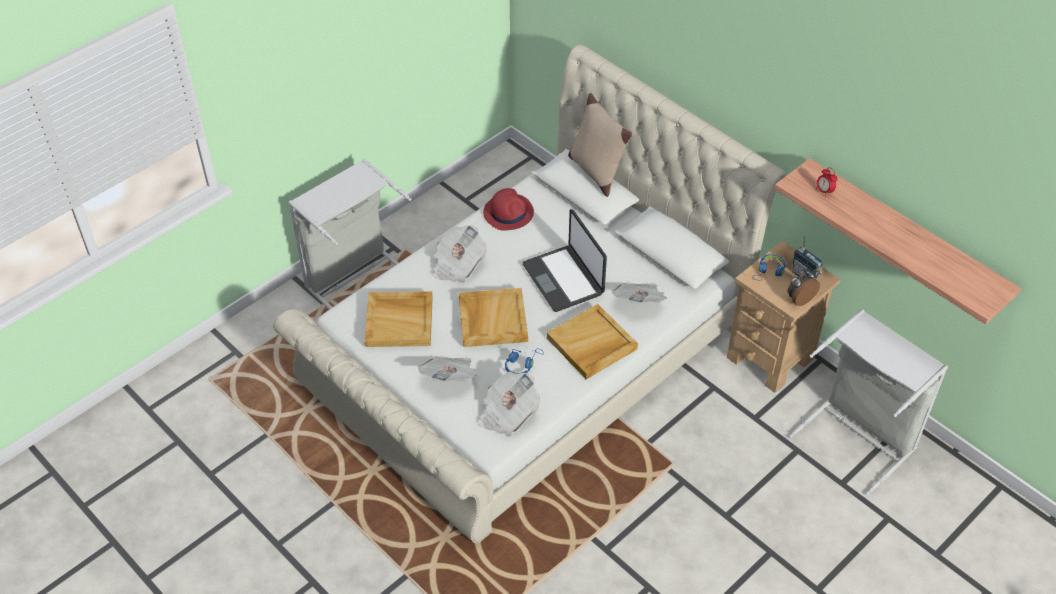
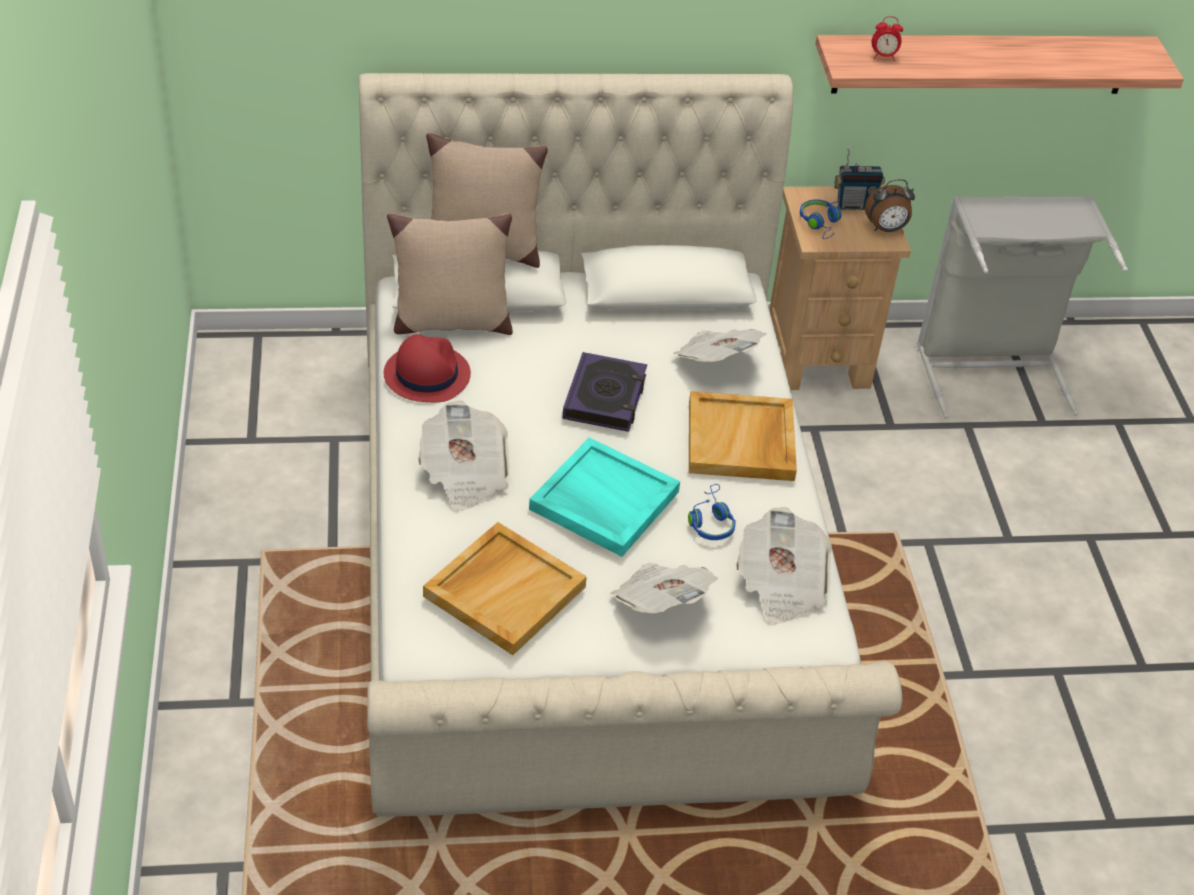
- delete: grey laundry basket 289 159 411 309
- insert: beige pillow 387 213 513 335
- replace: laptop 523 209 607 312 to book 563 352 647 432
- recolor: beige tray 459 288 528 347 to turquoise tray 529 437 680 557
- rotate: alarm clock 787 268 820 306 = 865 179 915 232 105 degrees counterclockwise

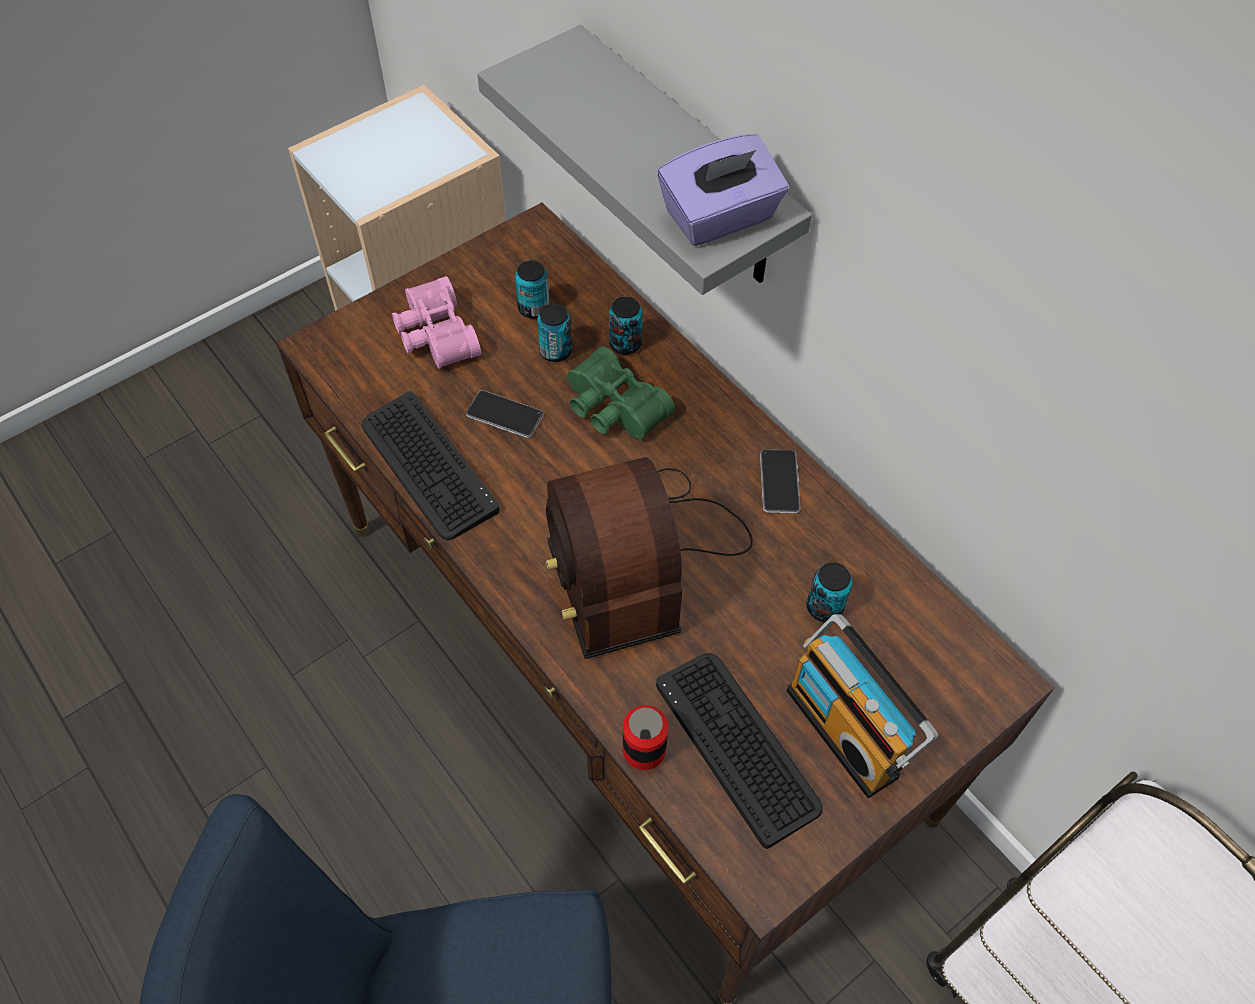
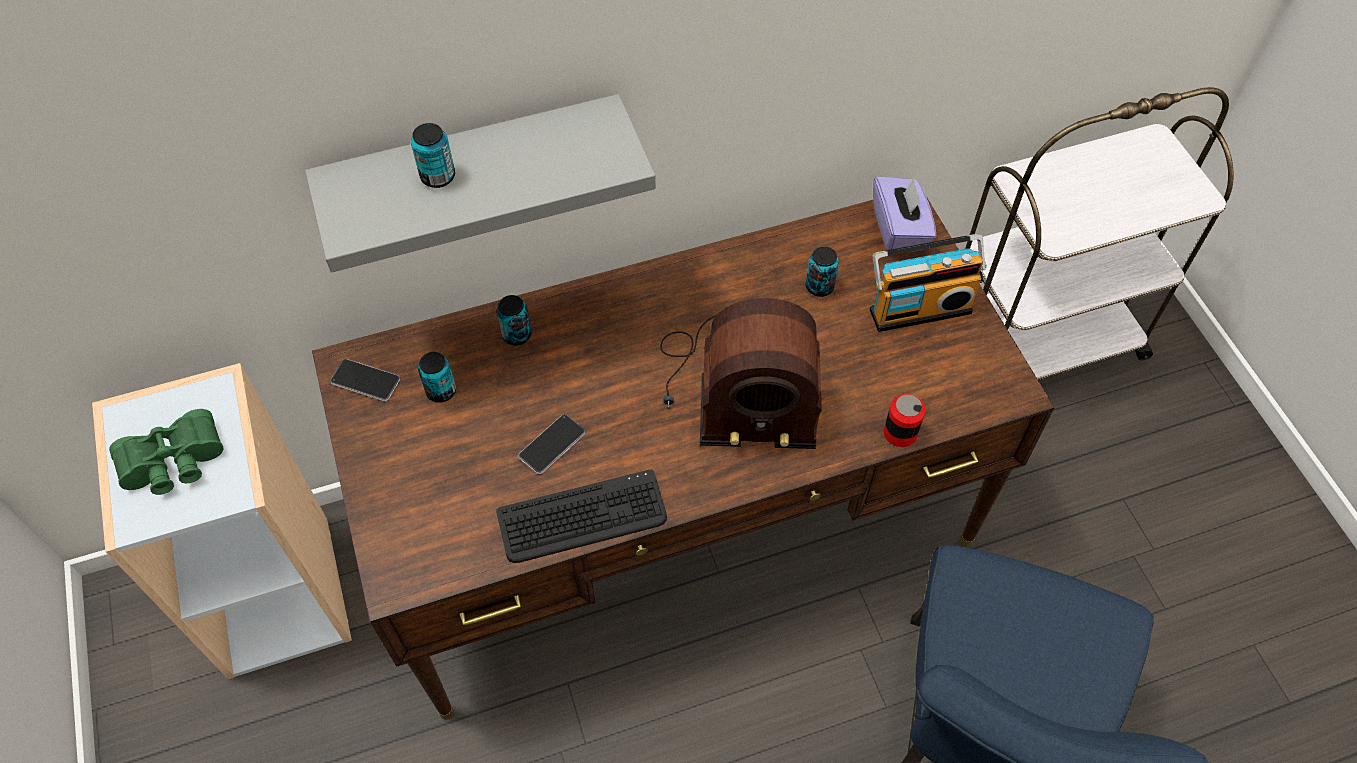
- delete: pink binoculars 392 276 481 369
- delete: keyboard 656 653 823 849
- move: can 537 304 572 362 to 411 123 455 188
- move: green binoculars 567 346 675 440 to 109 409 223 495
- move: purple tissue box 658 134 789 246 to 873 177 936 252
- move: phone 760 449 801 513 to 330 359 400 401

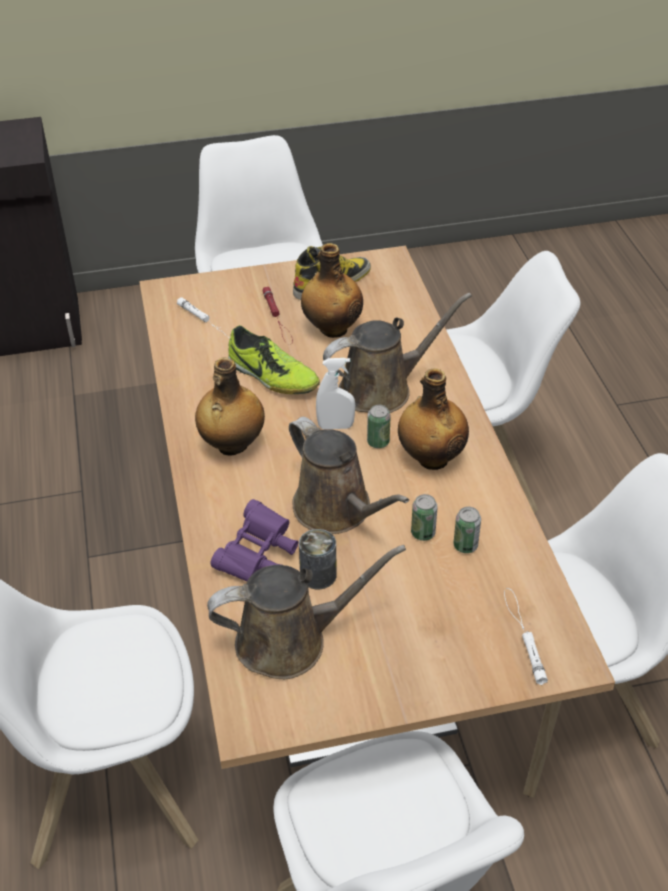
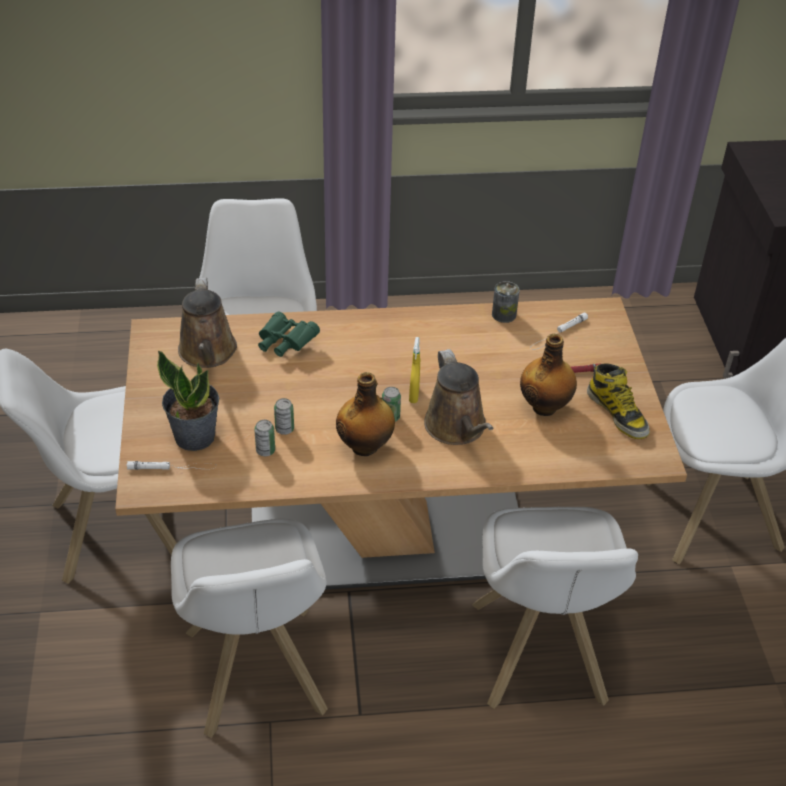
- delete: bottle 195 358 265 456
- delete: shoe 228 325 320 394
- delete: brown watering can 289 417 409 534
- insert: potted plant 157 350 219 451
- move: can 299 529 337 589 to 492 281 520 323
- recolor: purple binoculars 210 499 298 581 to green binoculars 258 312 320 357
- recolor: white spray bottle 316 358 355 429 to yellow spray bottle 409 337 420 403

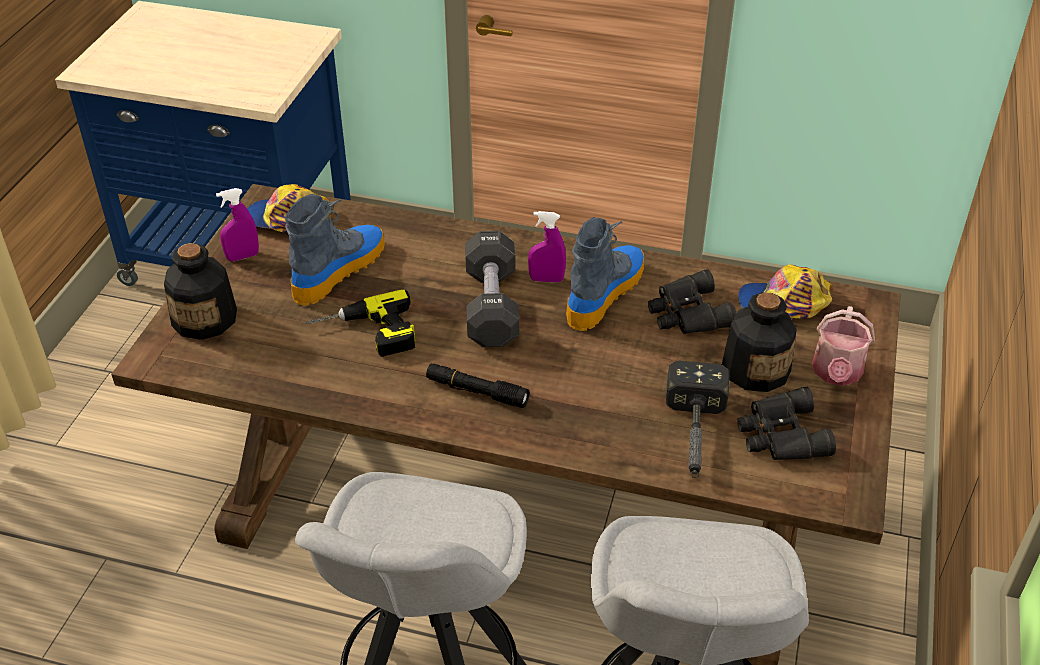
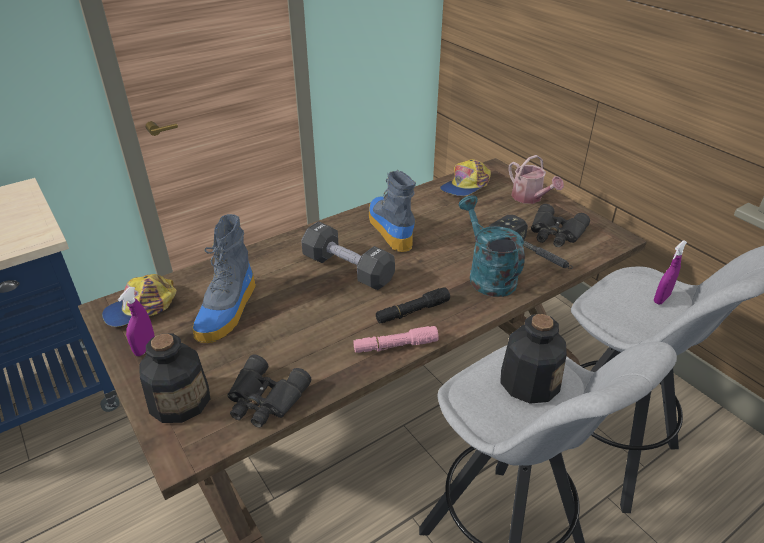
- delete: power drill 306 289 415 357
- insert: pink flashlight 353 326 439 353
- insert: turquoise watering can 458 195 525 297
- move: purple spray bottle 528 211 566 283 to 654 240 687 305
- move: black binoculars 648 269 736 334 to 228 354 311 428
- move: bottle 722 292 797 392 to 500 314 567 404
- rotate: boot 285 194 385 306 = 193 214 256 343 150 degrees counterclockwise

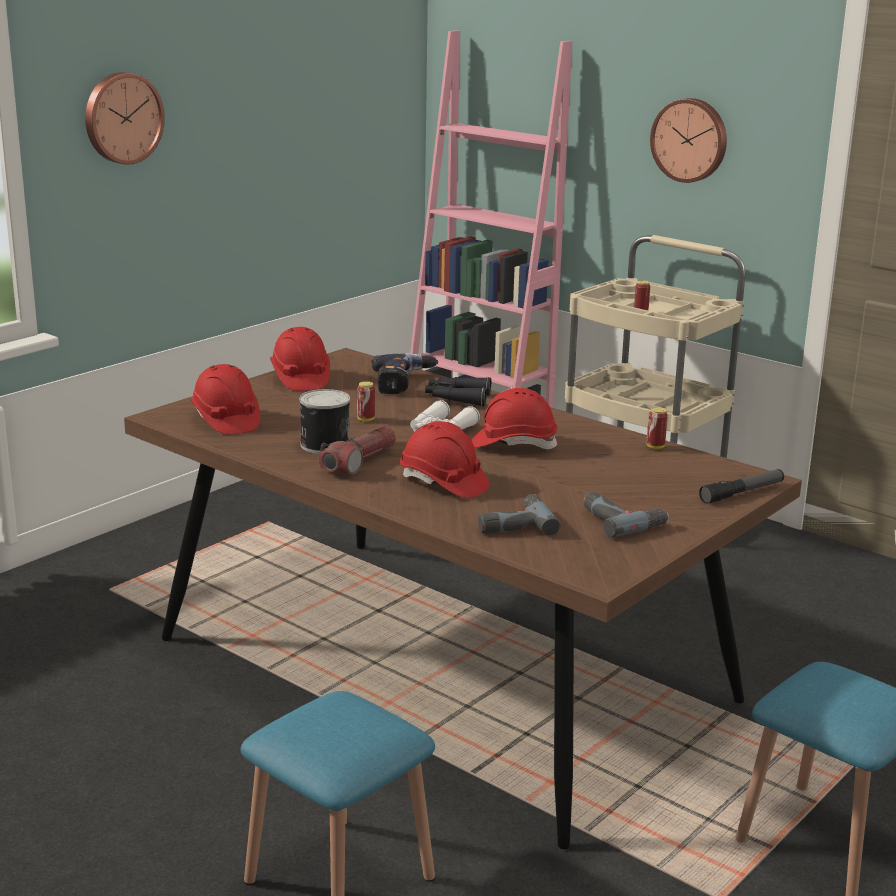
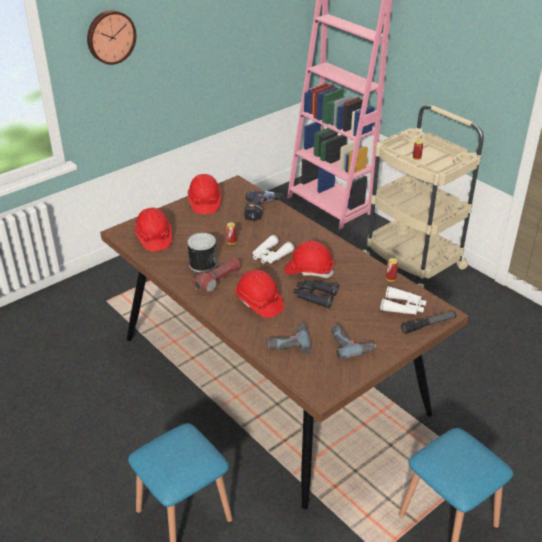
- delete: wall clock 650 98 727 183
- insert: white binoculars 380 286 426 315
- move: black binoculars 425 377 491 407 to 293 280 339 308

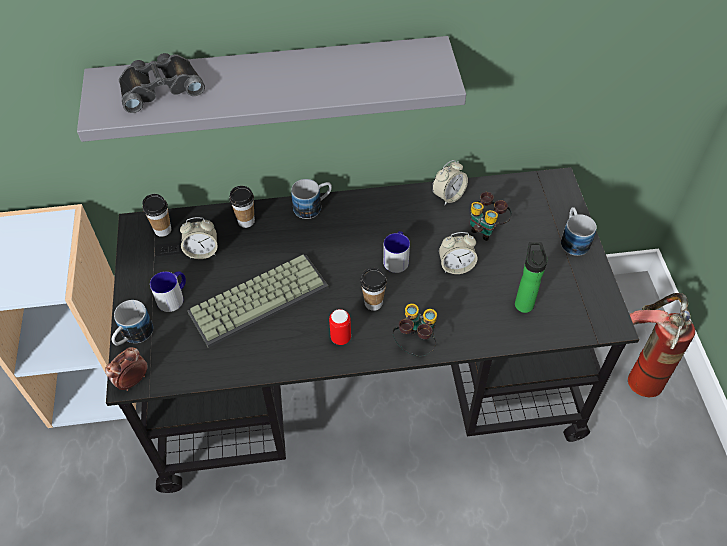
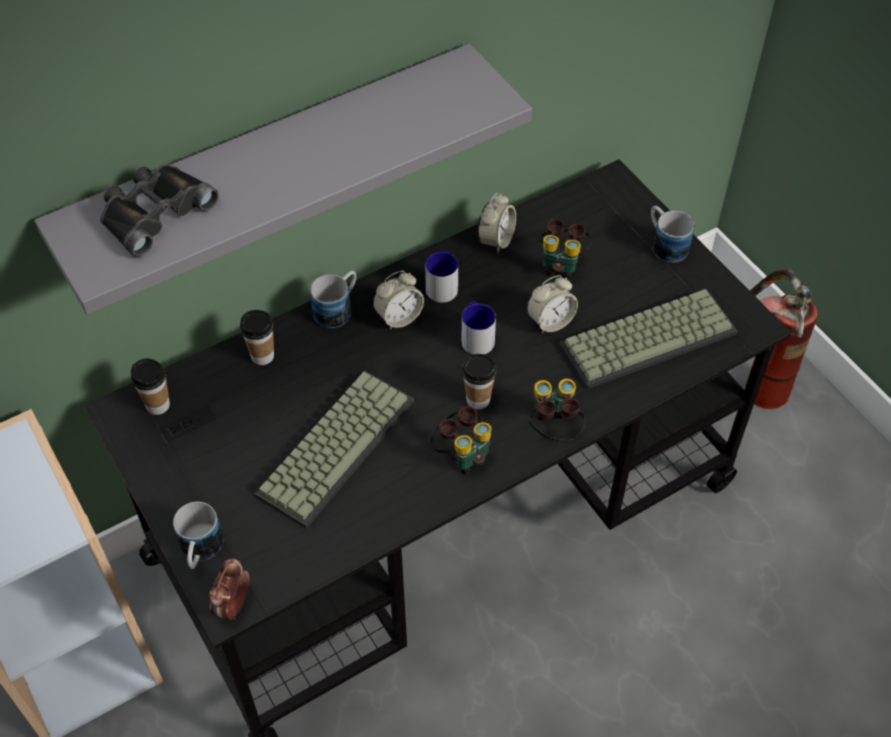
- move: mug 150 271 186 312 to 425 250 458 303
- move: alarm clock 180 217 218 259 to 373 271 424 330
- replace: can 329 309 351 345 to binoculars 430 406 492 474
- replace: bottle 515 242 547 313 to keyboard 560 289 737 389

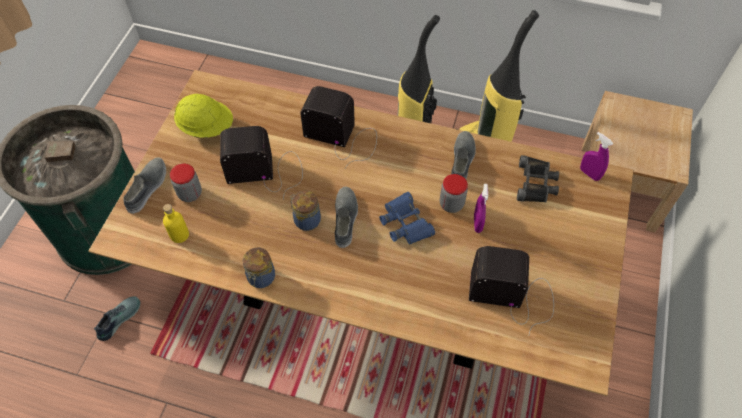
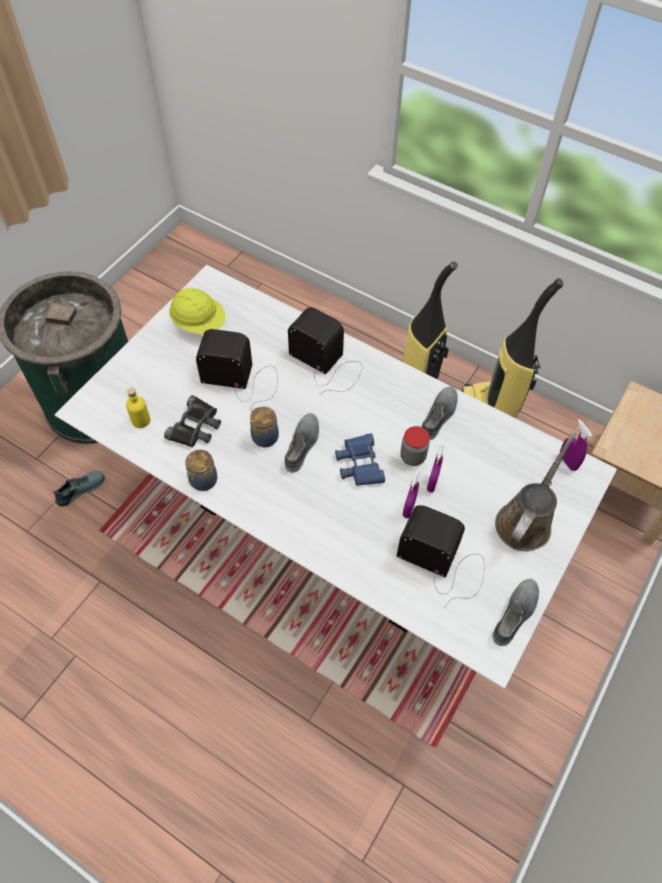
- delete: jar 170 164 202 202
- insert: purple spray bottle 403 469 420 518
- insert: brown watering can 495 432 576 551
- move: grey shoe 123 157 166 214 to 492 579 539 646
- move: black binoculars 517 155 559 203 to 164 395 221 447
- recolor: brown dining table 88 70 633 396 to white dining table 54 265 617 689

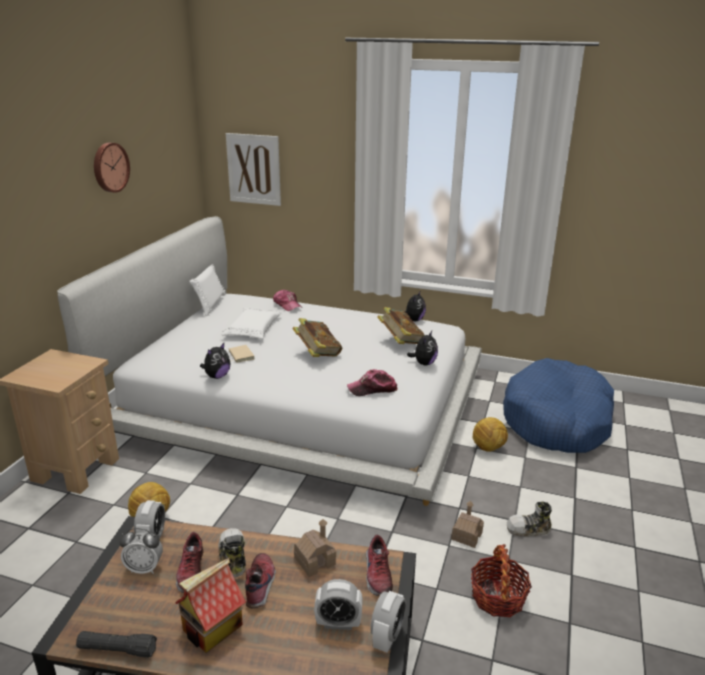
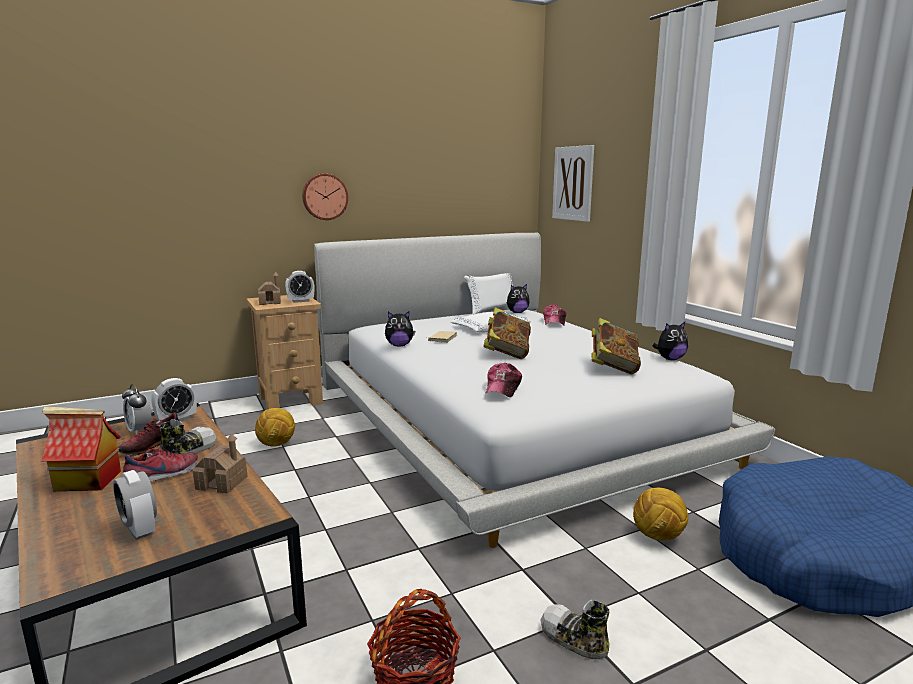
- delete: black flashlight 76 631 157 658
- delete: shoe 366 535 393 596
- move: wall clock 94 143 130 193 to 302 174 348 220
- move: alarm clock 370 591 406 653 to 285 271 314 303
- move: plush toy 407 331 438 366 to 507 284 530 313
- move: toy house 451 501 484 548 to 258 272 281 305
- rotate: cap 347 369 398 396 = 485 363 522 397 105 degrees counterclockwise

